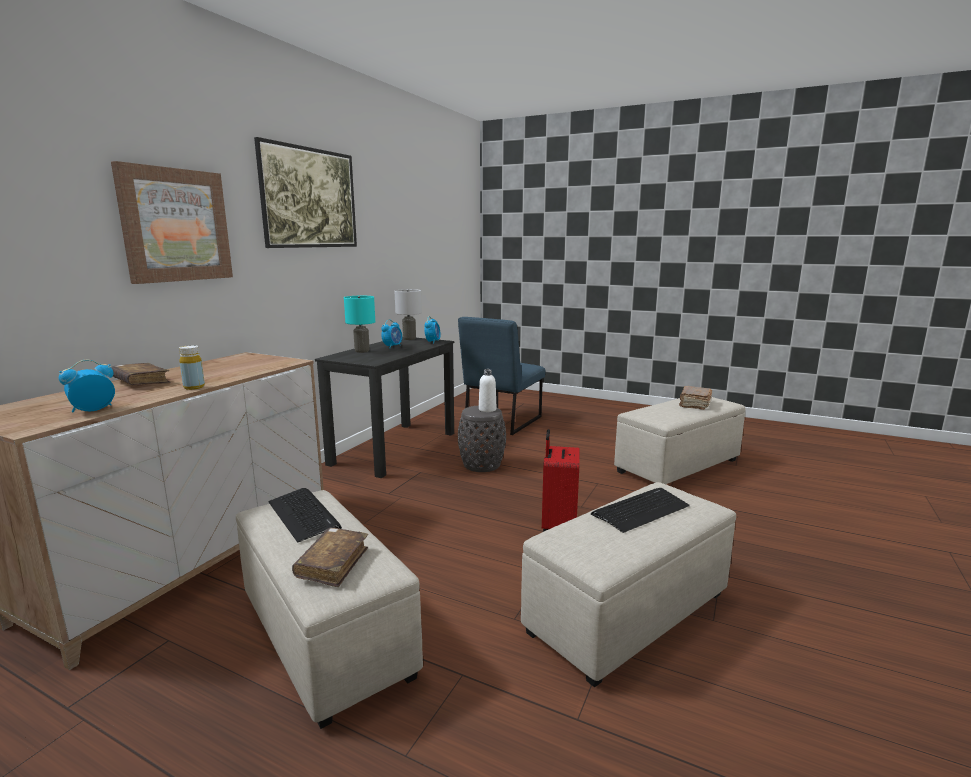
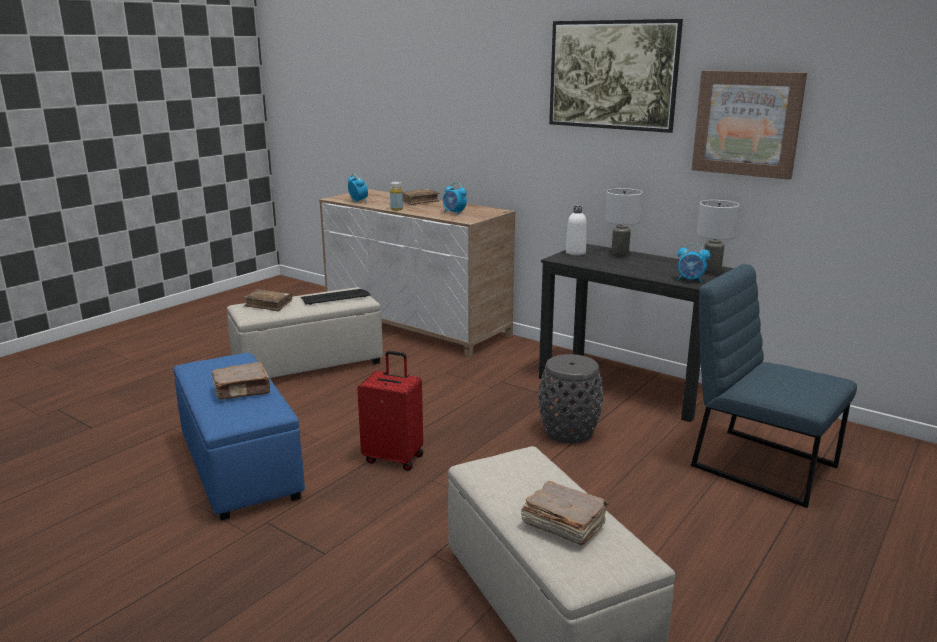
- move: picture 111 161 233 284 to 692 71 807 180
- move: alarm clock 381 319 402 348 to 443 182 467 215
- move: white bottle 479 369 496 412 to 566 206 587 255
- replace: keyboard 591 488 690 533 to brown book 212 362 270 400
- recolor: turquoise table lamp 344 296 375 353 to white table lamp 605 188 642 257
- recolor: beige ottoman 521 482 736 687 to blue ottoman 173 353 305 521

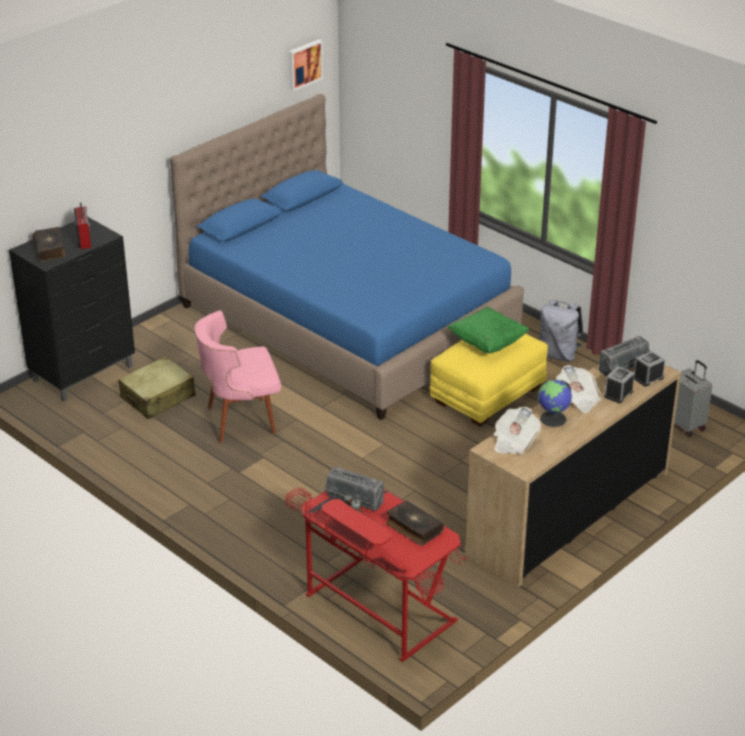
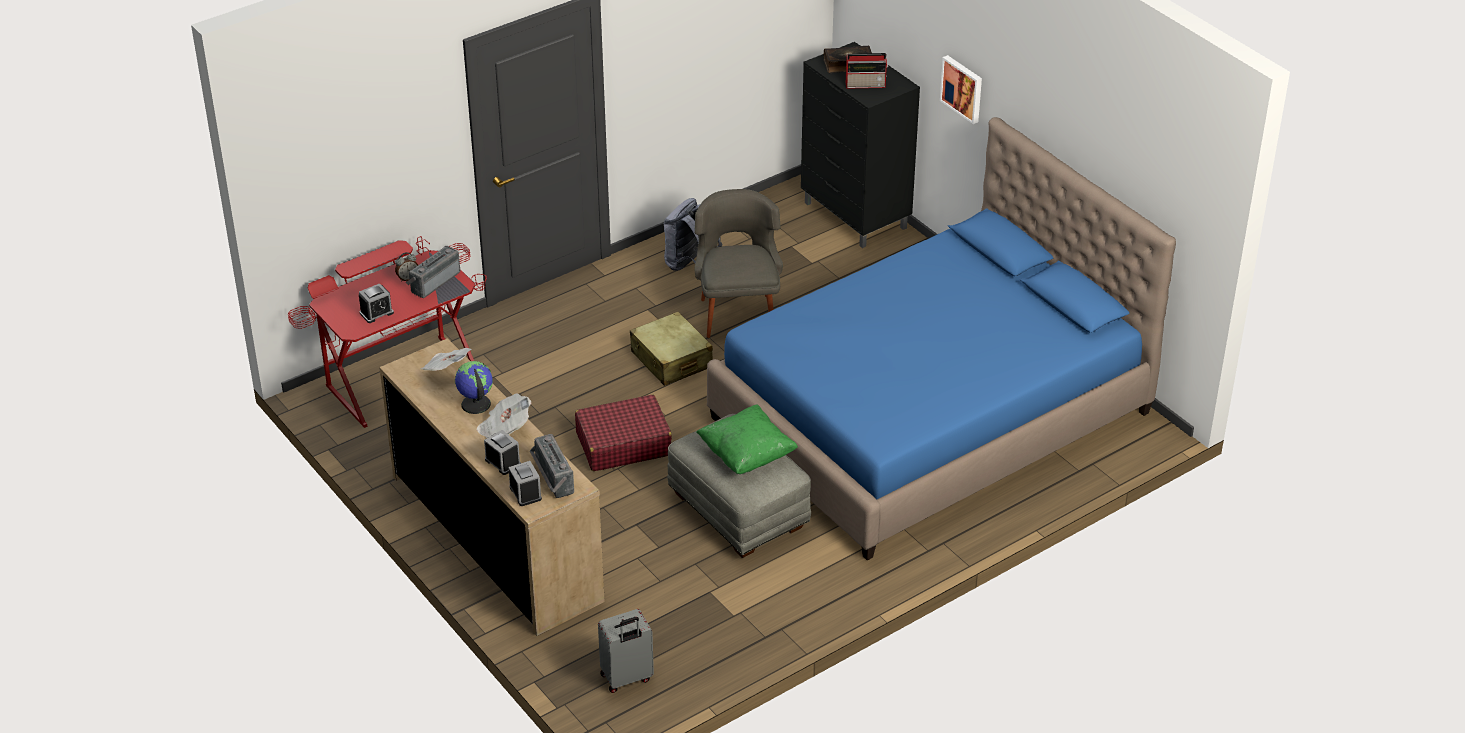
- insert: red suitcase 575 394 672 471
- move: beige suitcase 118 356 196 419 to 630 312 713 386
- move: picture 289 39 323 91 to 940 55 982 124
- move: grey backpack 539 300 583 362 to 663 198 722 271
- replace: book 386 500 444 546 to alarm clock 359 283 394 323
- recolor: pink chair 195 310 281 443 to grey chair 694 189 783 338
- recolor: yellow ottoman 430 334 548 427 to grey ottoman 667 414 811 558

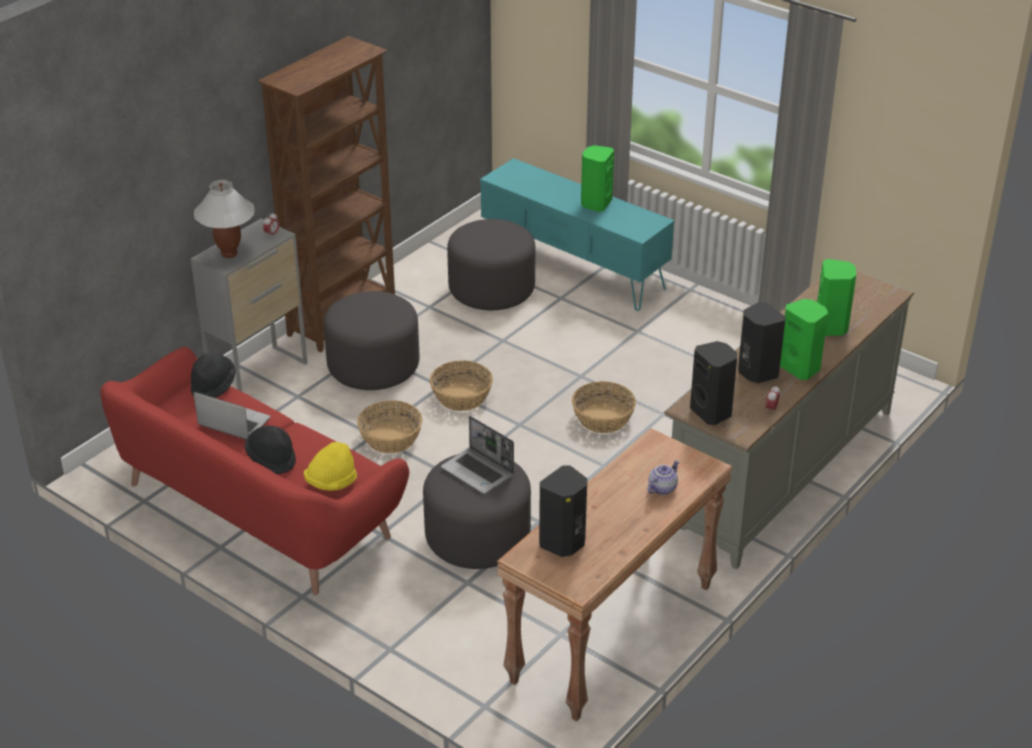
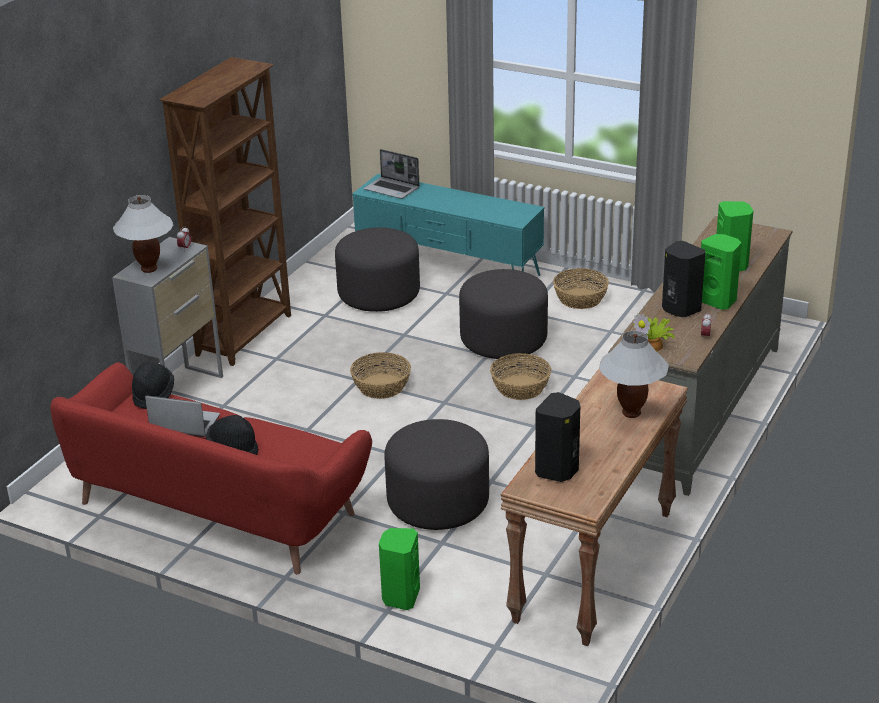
- delete: yellow hat 304 442 357 491
- move: grey ottoman 324 291 420 390 to 459 269 548 359
- move: basket 357 400 423 453 to 553 268 609 309
- move: laptop 441 416 514 494 to 364 149 420 199
- move: green speaker 581 145 614 212 to 379 528 420 610
- replace: teapot 647 460 680 495 to white table lamp 599 331 669 418
- replace: black speaker 690 341 737 425 to potted plant 632 313 675 352

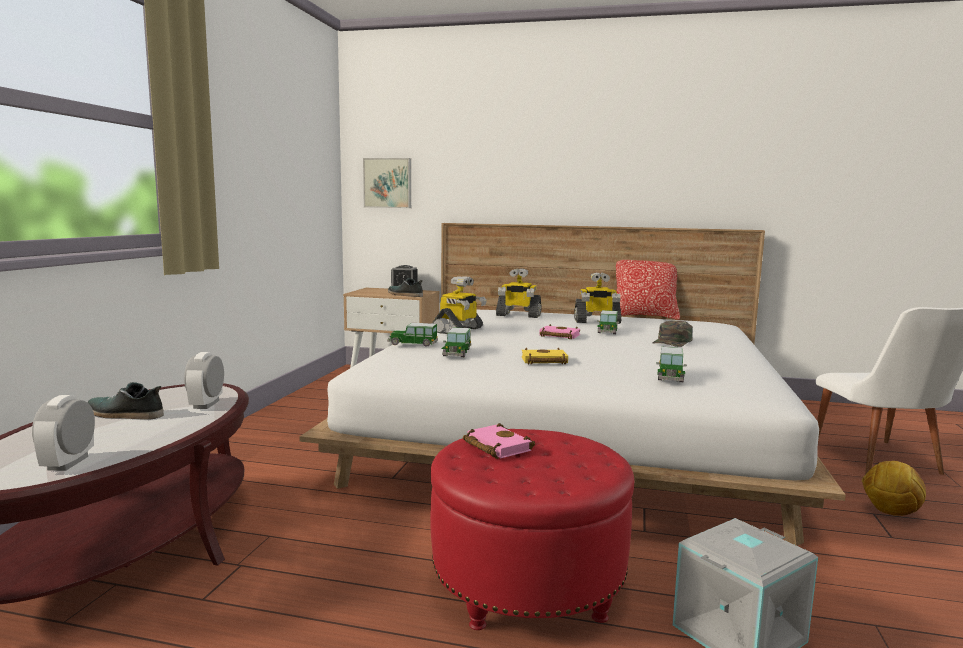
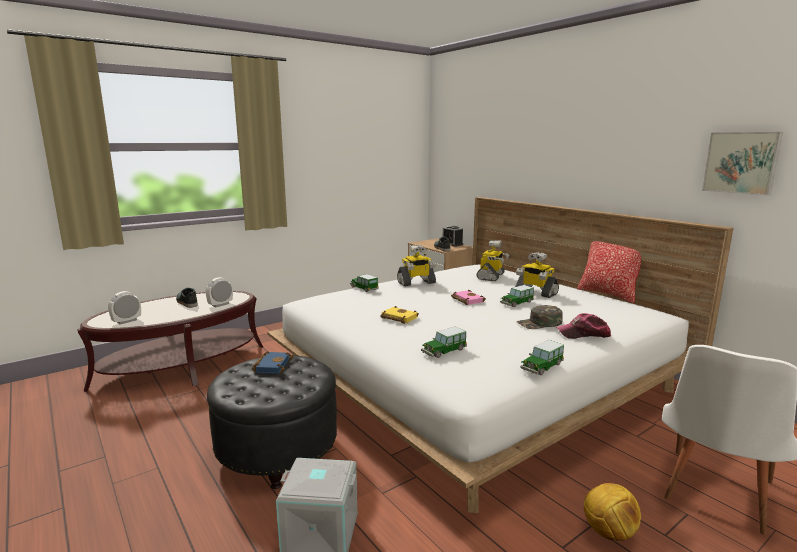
- insert: cap 556 313 611 339
- move: picture 363 158 411 208 to 702 132 783 196
- move: toy car 442 327 471 357 to 520 340 564 375
- recolor: red ottoman 430 429 634 630 to black ottoman 207 355 337 489
- recolor: pink book 463 423 535 459 to blue book 252 352 294 374
- rotate: toy robot 496 268 542 318 = 476 240 509 281 120 degrees counterclockwise

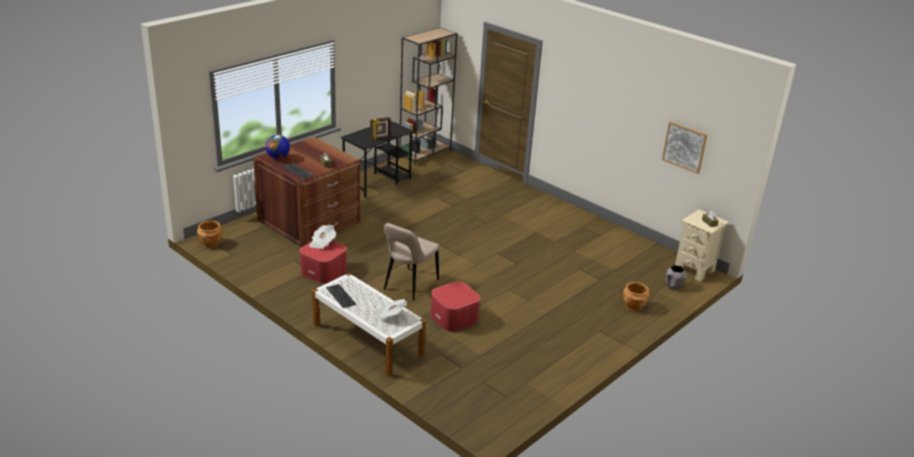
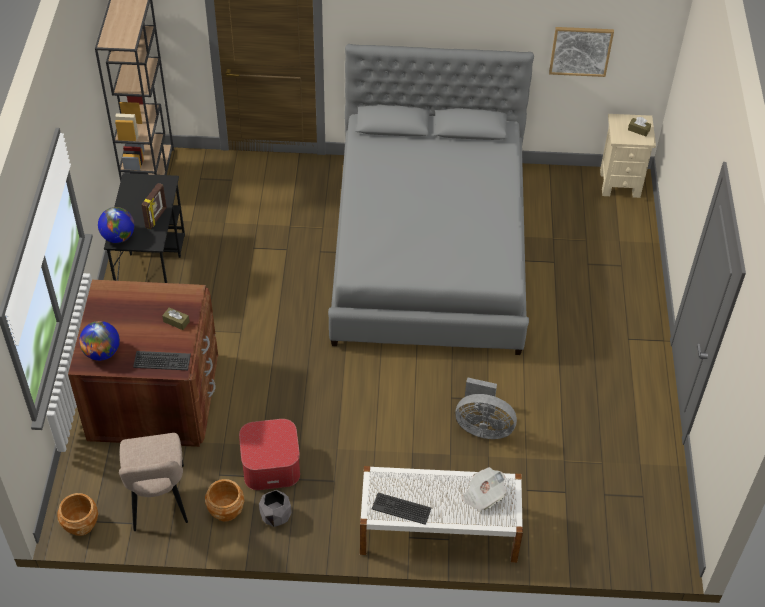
- delete: newspaper 309 225 336 249
- insert: globe 98 207 135 243
- insert: grey bed 328 44 534 355
- move: beige chair 384 223 439 301 to 119 433 188 531
- move: brown planter 623 282 650 311 to 205 479 244 521
- move: grey planter 665 265 687 290 to 259 490 292 527
- replace: ottoman 430 282 480 332 to grey fan 455 378 517 439

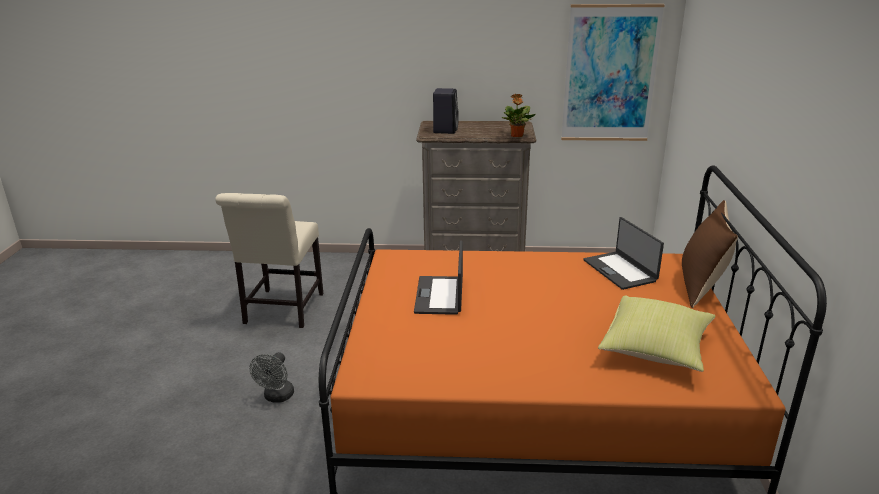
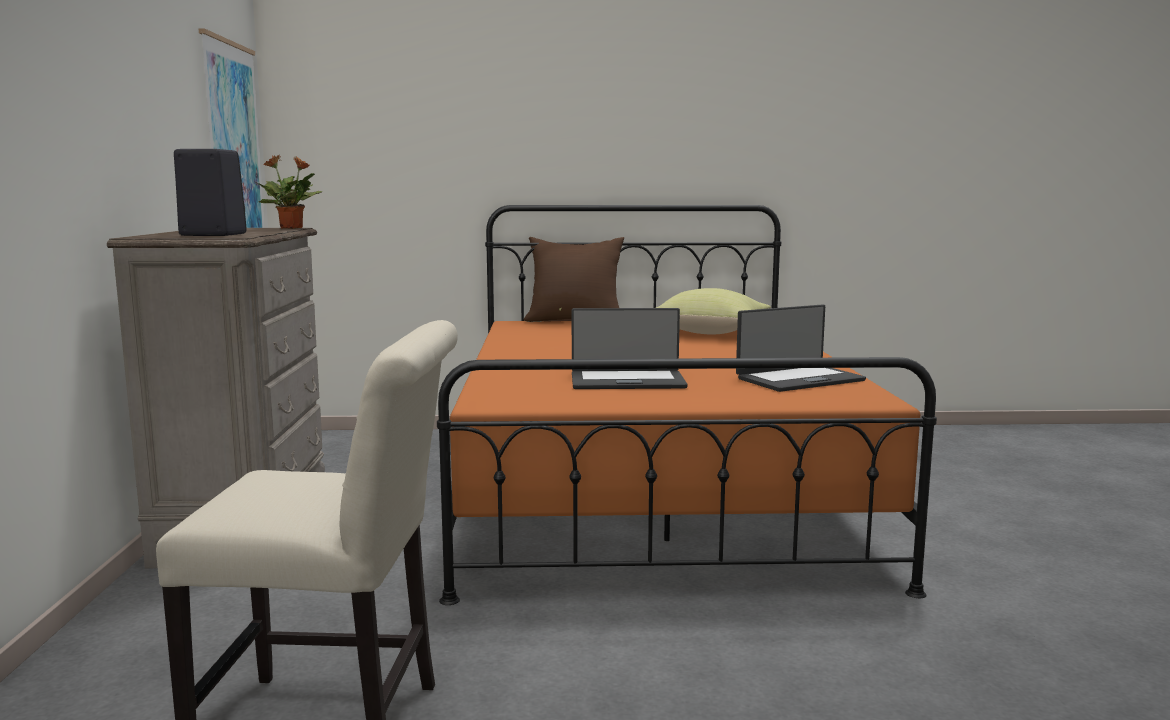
- delete: grey fan 250 352 294 403
- move: laptop 584 217 664 290 to 736 305 866 392

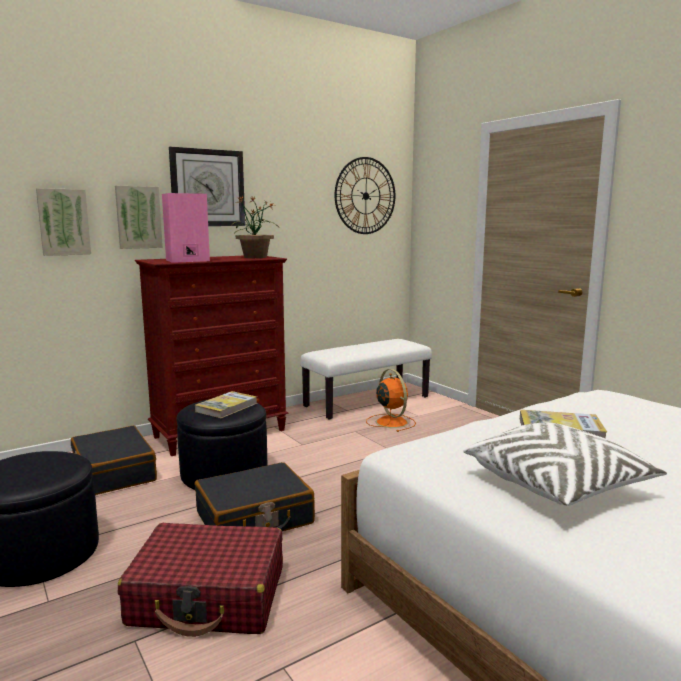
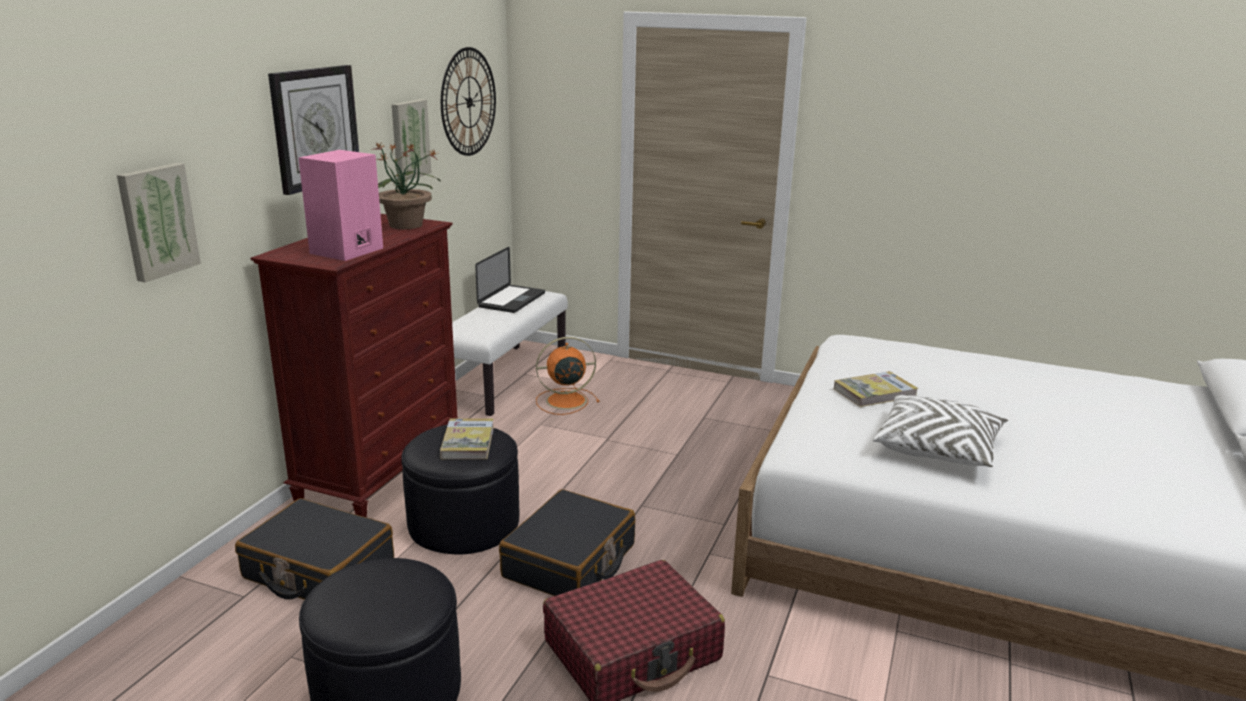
- insert: laptop 475 247 545 313
- move: picture 115 186 163 249 to 392 99 432 182
- rotate: orange fan 366 369 416 432 = 536 337 599 415 45 degrees counterclockwise

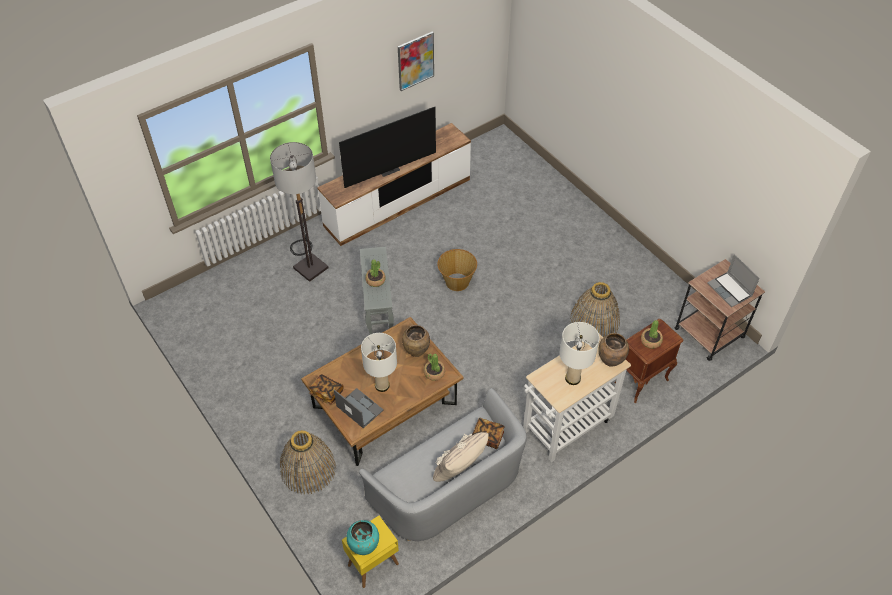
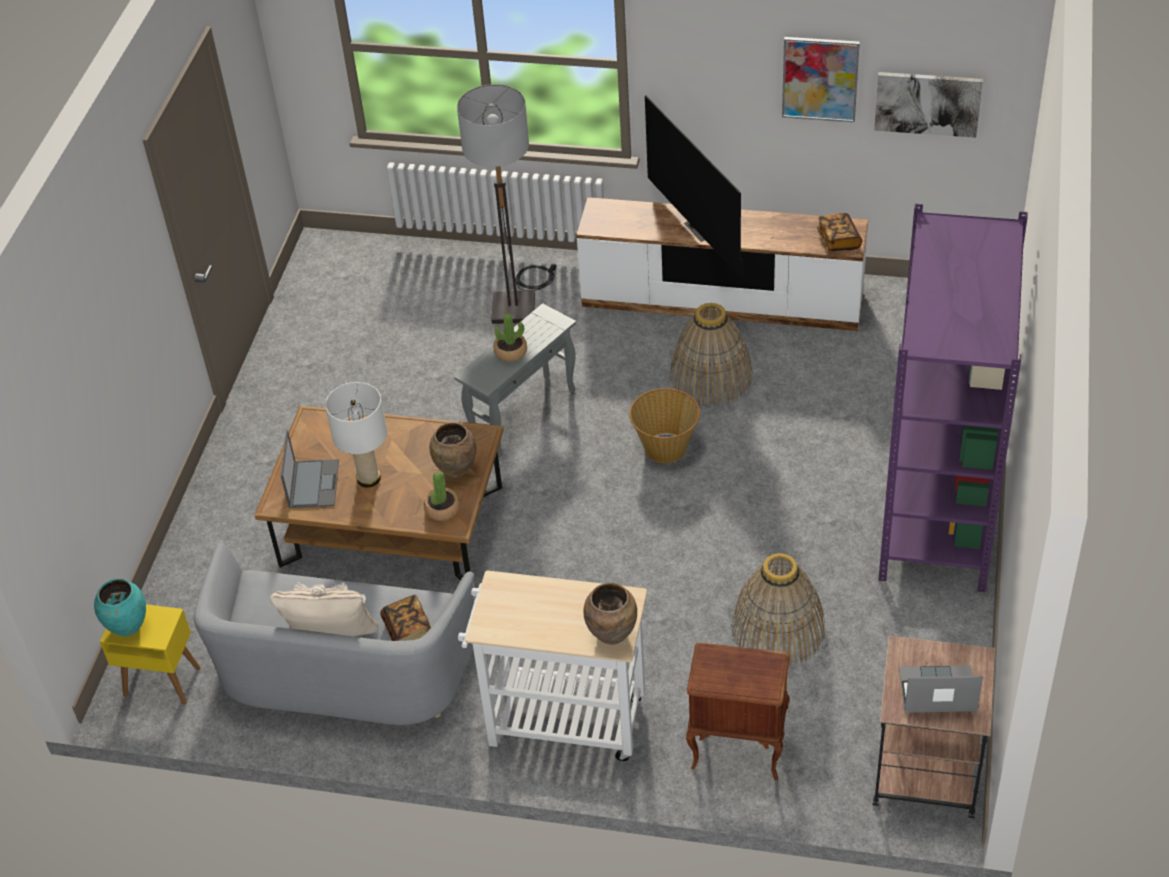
- delete: white table lamp 559 322 600 385
- delete: potted plant 641 320 663 349
- insert: picture 874 72 983 138
- insert: purple bookcase 878 204 1028 592
- move: basket 280 430 336 494 to 670 303 752 406
- move: book 309 374 344 405 to 817 213 862 251
- rotate: television 339 107 436 188 = 645 95 744 276 45 degrees clockwise
- rotate: laptop 708 254 760 307 = 899 665 983 713 75 degrees clockwise

